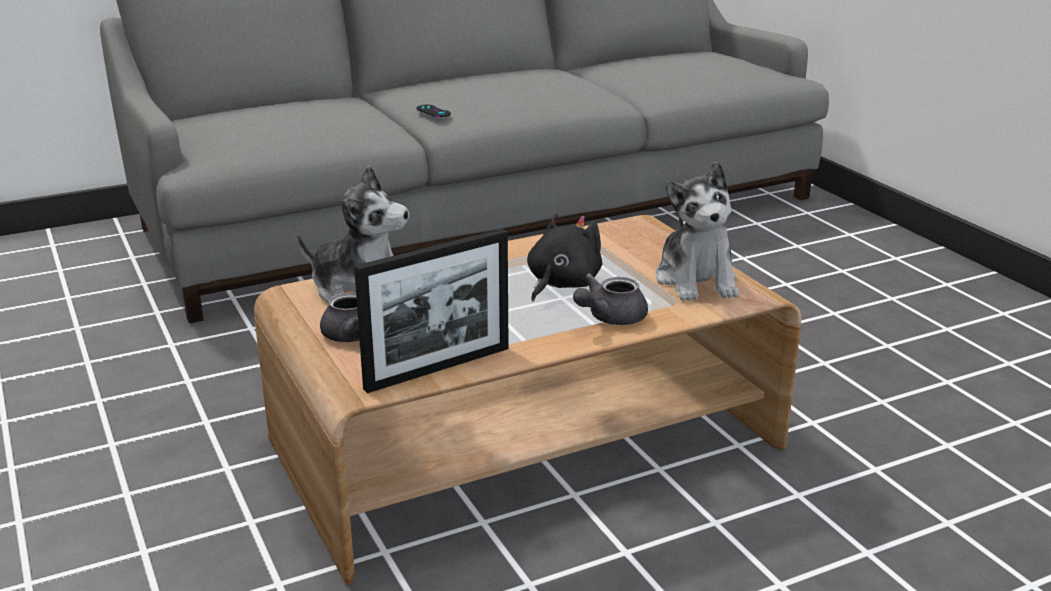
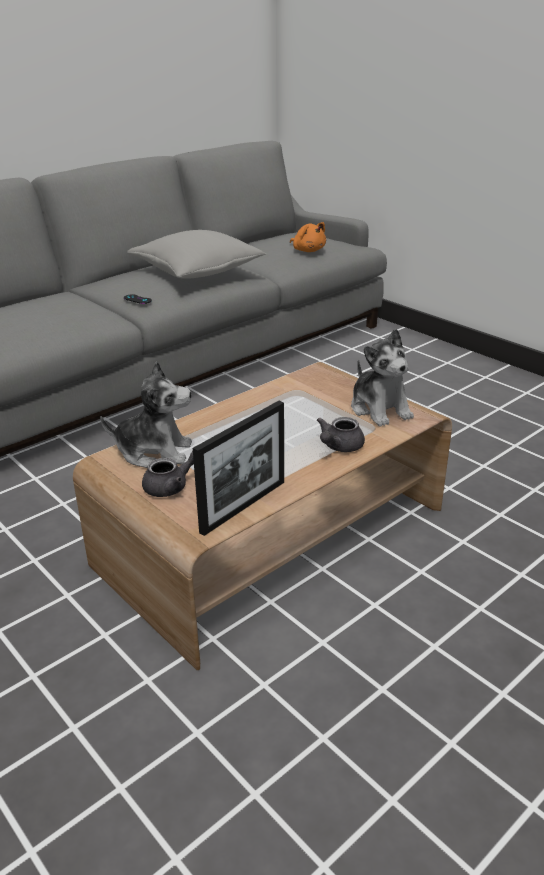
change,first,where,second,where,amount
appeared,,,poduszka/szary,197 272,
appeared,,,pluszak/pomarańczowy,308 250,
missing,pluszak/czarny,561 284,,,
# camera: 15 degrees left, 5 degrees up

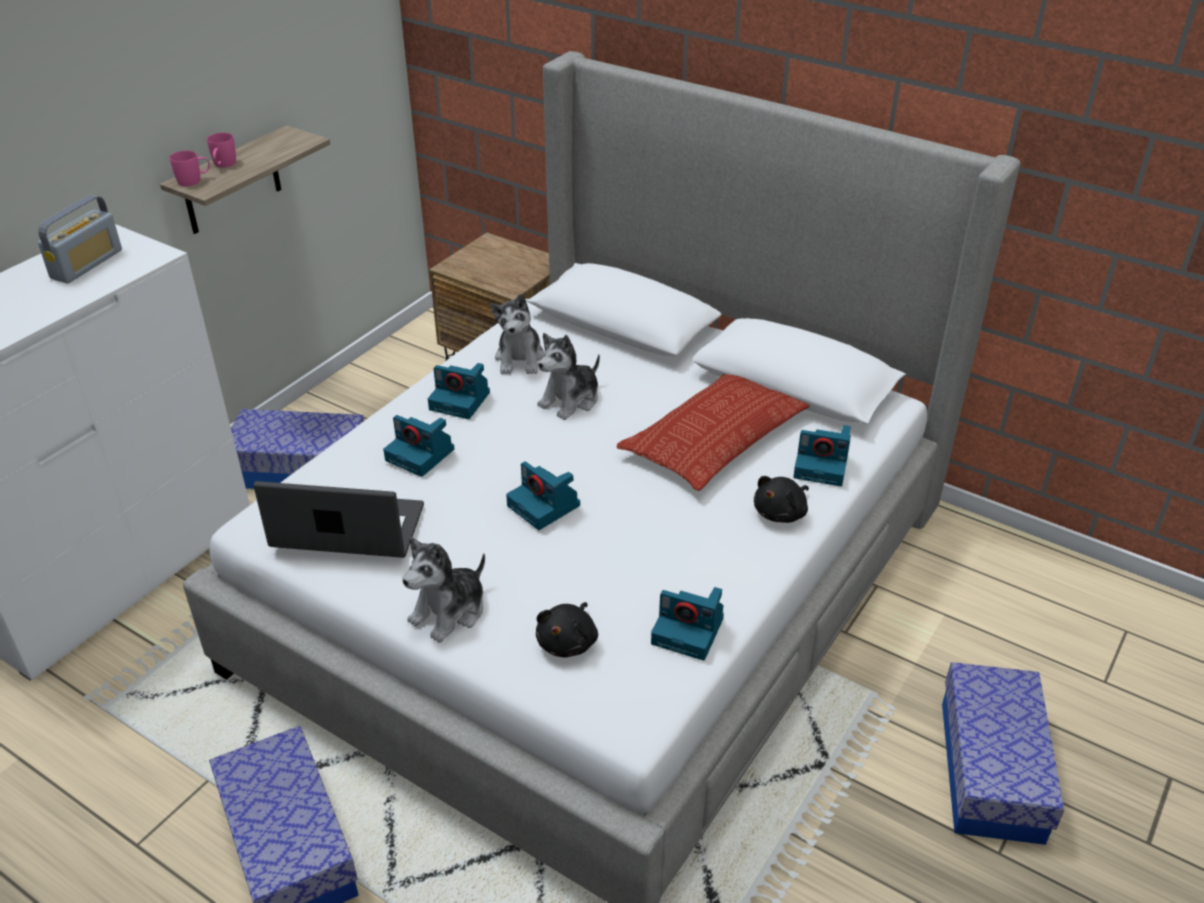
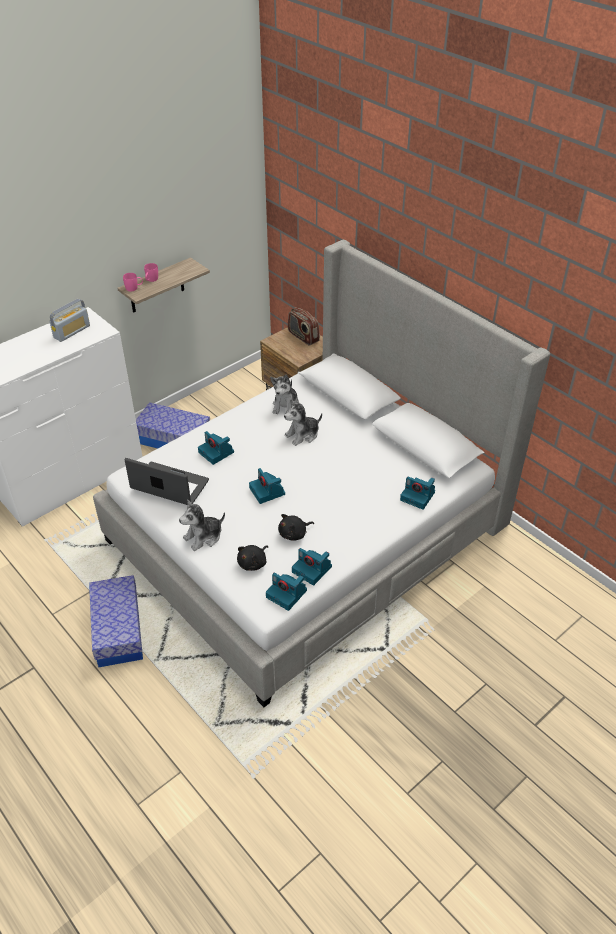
change,first,where,second,where,amount
relocated,aparat fotograficzny,461 401,,287 594,
relocated,pluszak/czarny,781 513,,294 534,
appeared,,,radio,303 337,
missing,poduszka,715 437,,,
missing,pojemnik do przechowywania,991 770,,,
# camera: 15 degrees right, 5 degrees up

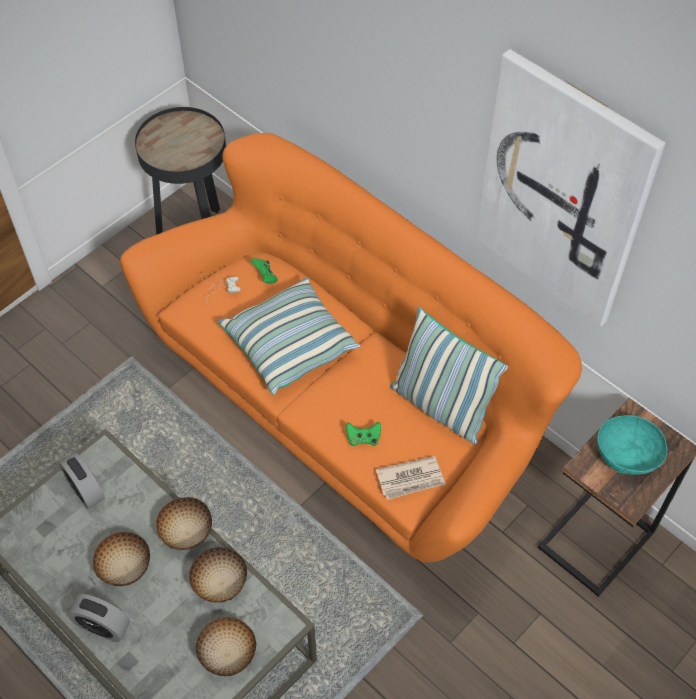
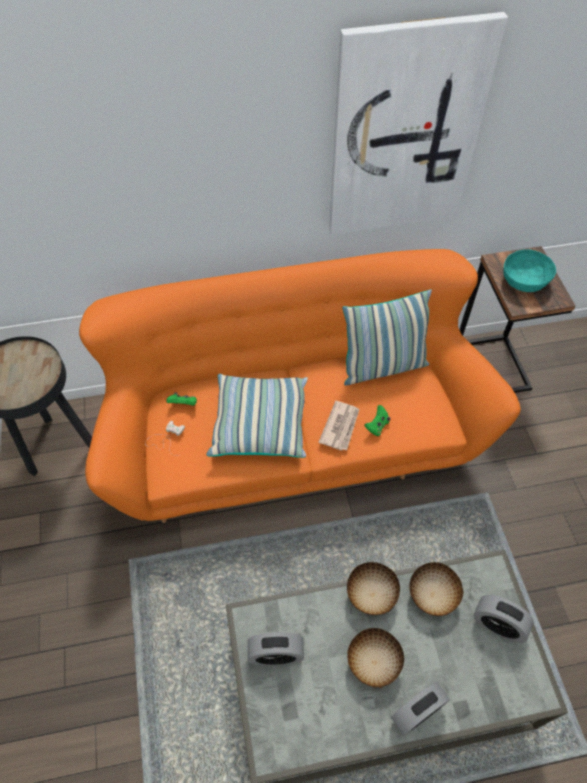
change,first,where,second,where,amount
relocated,gazeta,411 479,,340 427,
exchanged,miska,229 655,budzik,498 624,
# camera: 55 degrees left, 0 degrees up

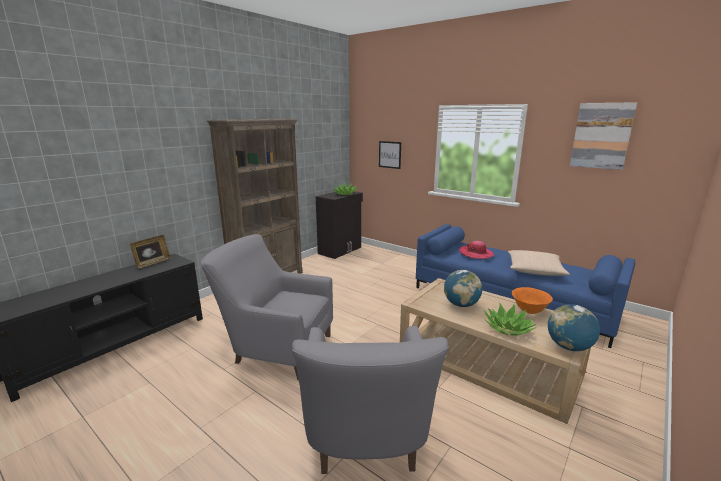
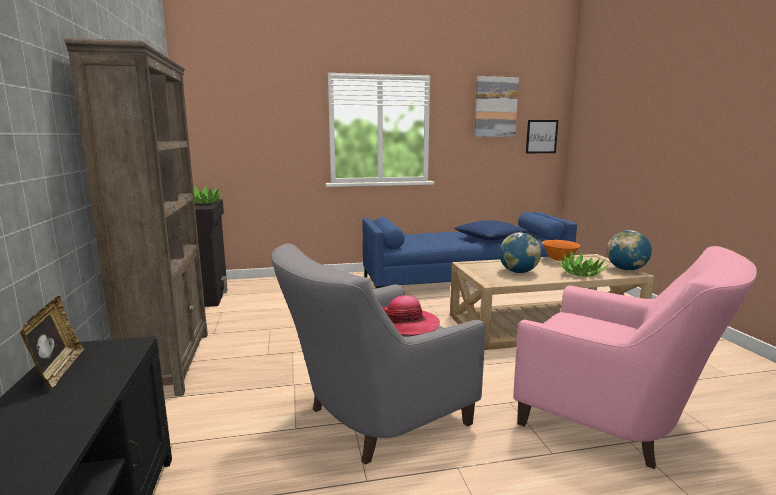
change,first,where,second,where,amount
relocated,kapelusz,476 253,,404 324,
colour,poduszka/beżowy,534 270,poduszka/niebieski,489 238,
colour,fotel/szary,366 440,fotel/różowy,615 422,
relocated,obraz,390 154,,541 136,
# camera: 50 degrees left, 5 degrees down

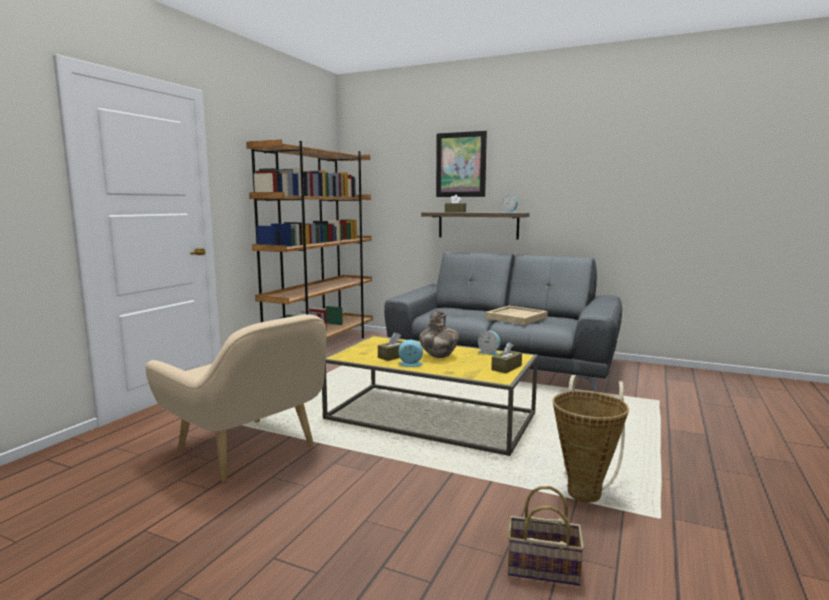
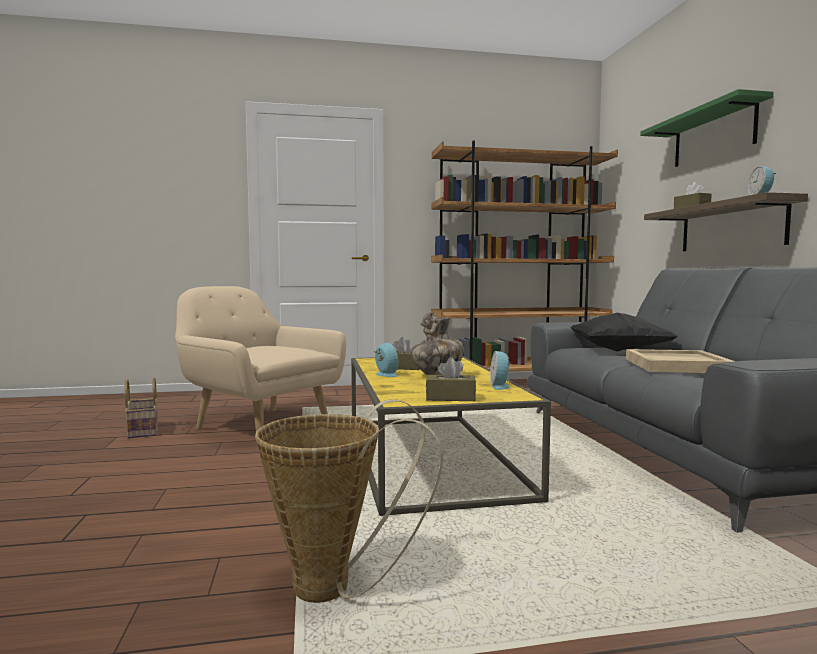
change,first,where,second,where,amount
relocated,koszyk,541 569,,142 430,
spun,fotel/beżowy,249 451,,260 425,120 degrees clockwise
appeared,,,poduszka/czarny,618 350,
exchanged,obraz,461 164,półka/zielony,713 135,
# camera: 55 degrees right, 5 degrees down

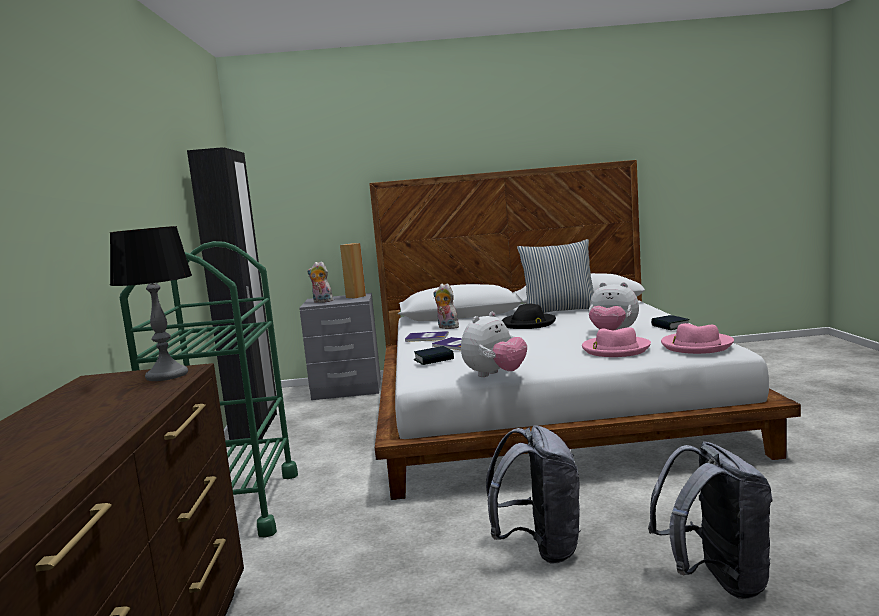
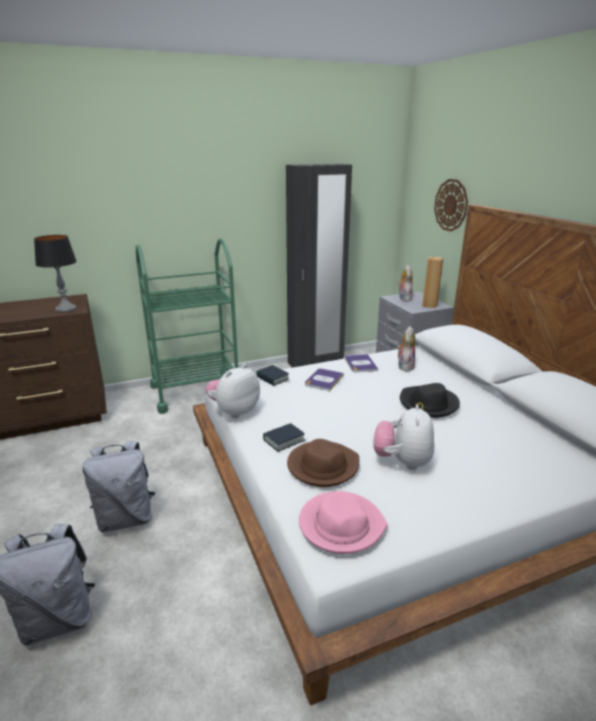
change,first,where,second,where,amount
spun,pluszak,495 375,,234 411,105 degrees clockwise
relocated,książka,670 326,,284 440,
colour,kapelusz/różowy,615 349,kapelusz/brązowy,322 466,
appeared,,,zegar ścienny,451 205,
missing,poduszka,559 311,,,
# camera: 70 degrees right, 15 degrees up

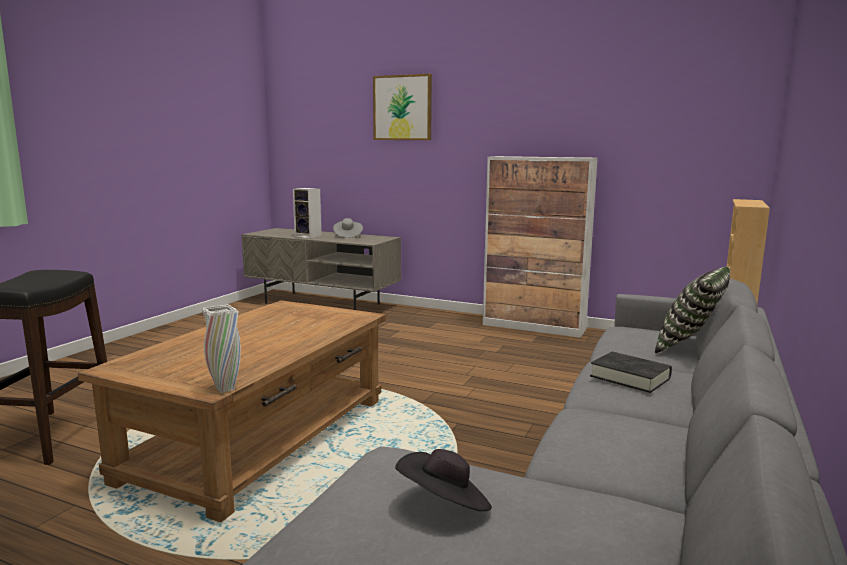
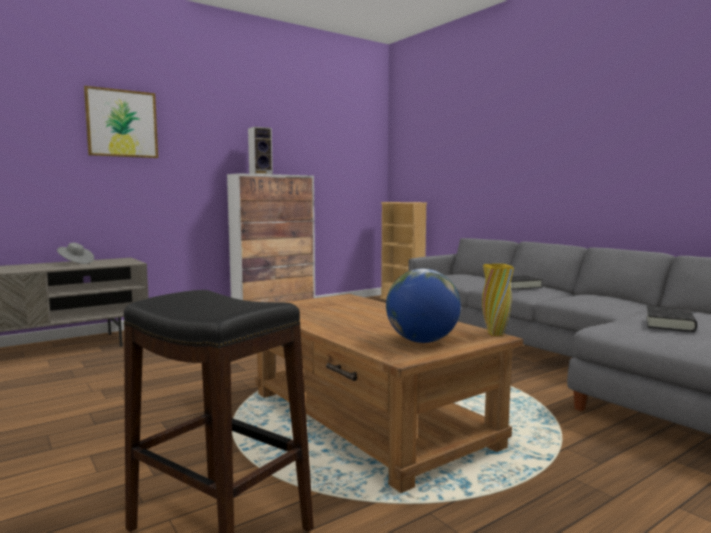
change,first,where,second,where,amount
relocated,głośnik,309 236,,261 174,
appeared,,,globus,422 341,
colour,wazon/biały,225 389,wazon/żółty,495 334,
exchanged,kapelusz/czarny,444 505,książka/czarny,669 324,
missing,poduszka,690 346,,,
# camera: 60 degrees left, 5 degrees down

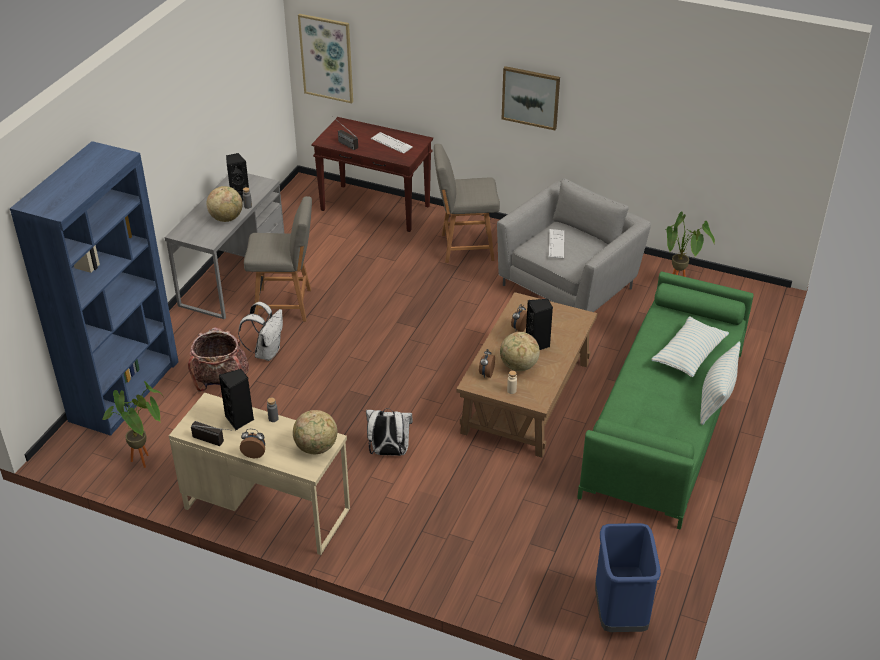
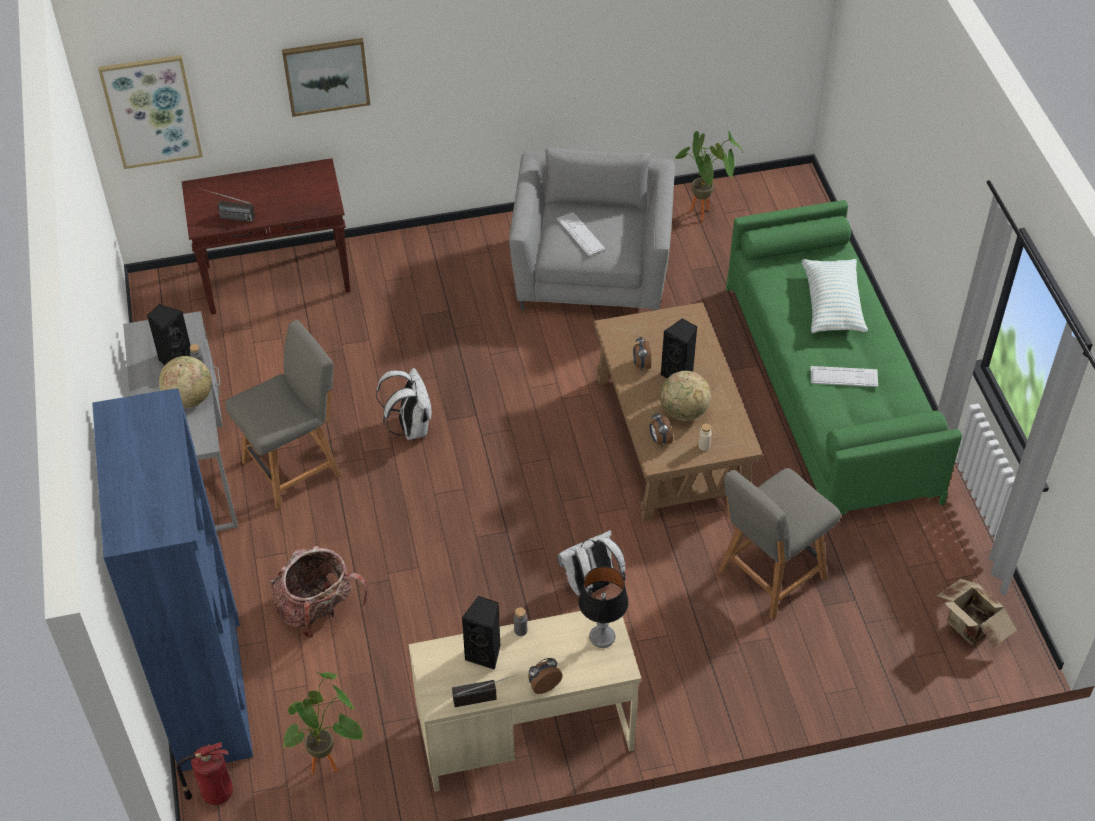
change,first,where,second,where,amount
appeared,,,gaśnica,215 793,
relocated,obraz,530 97,,326 75,
relocated,plecak/biały,266 352,,410 427,
exchanged,globus,316 447,lampa stołowa,602 637,
relocated,krzesło/szary,465 247,,769 576,
relocated,klawiatura,391 143,,844 377,
exchanged,kosz na śmieci/niebieski,620 614,karton,969 628,
missing,poduszka,716 398,,,
# camera: 35 degrees left, 10 degrees up

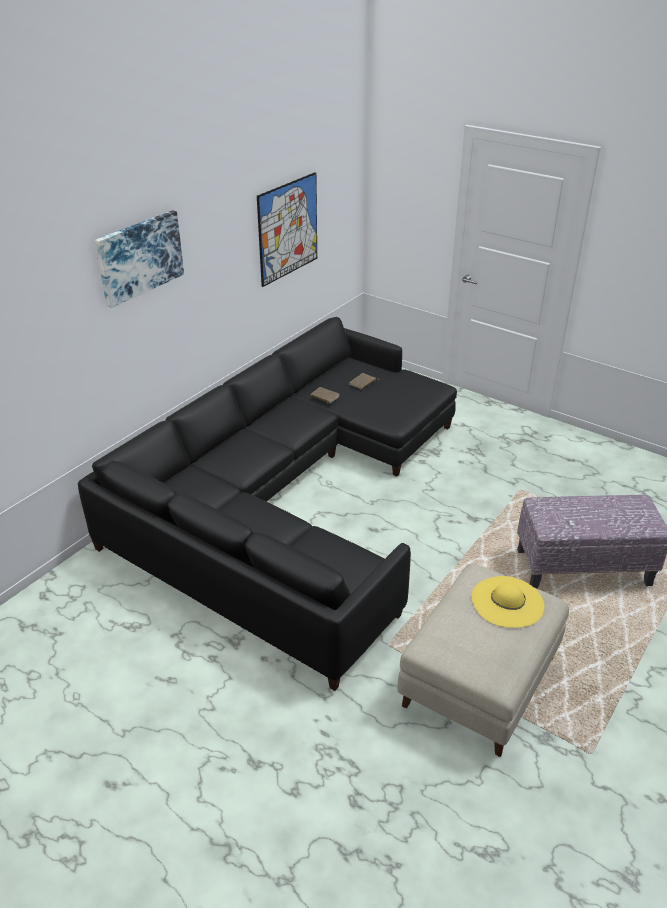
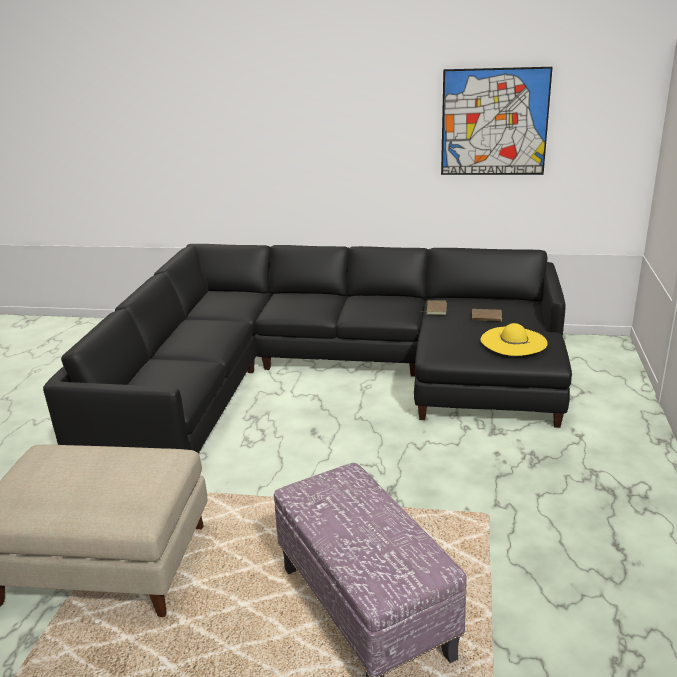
change,first,where,second,where,amount
relocated,kapelusz/żółty,507 602,,513 341,
missing,obraz,139 257,,,
# camera: 65 degrees right, 10 degrees down

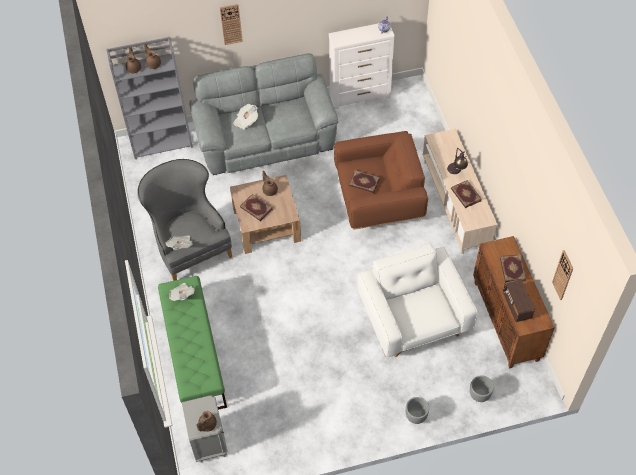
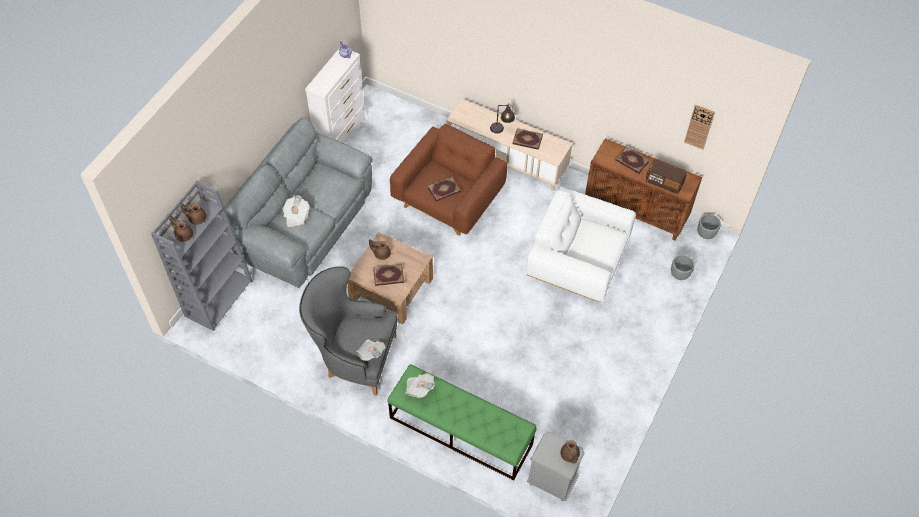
change,first,where,second,where,amount
relocated,donica/szary,416 417,,706 234,
missing,zegar ścienny,231 24,,,
# camera: 50 degrees left, 0 degrees up

